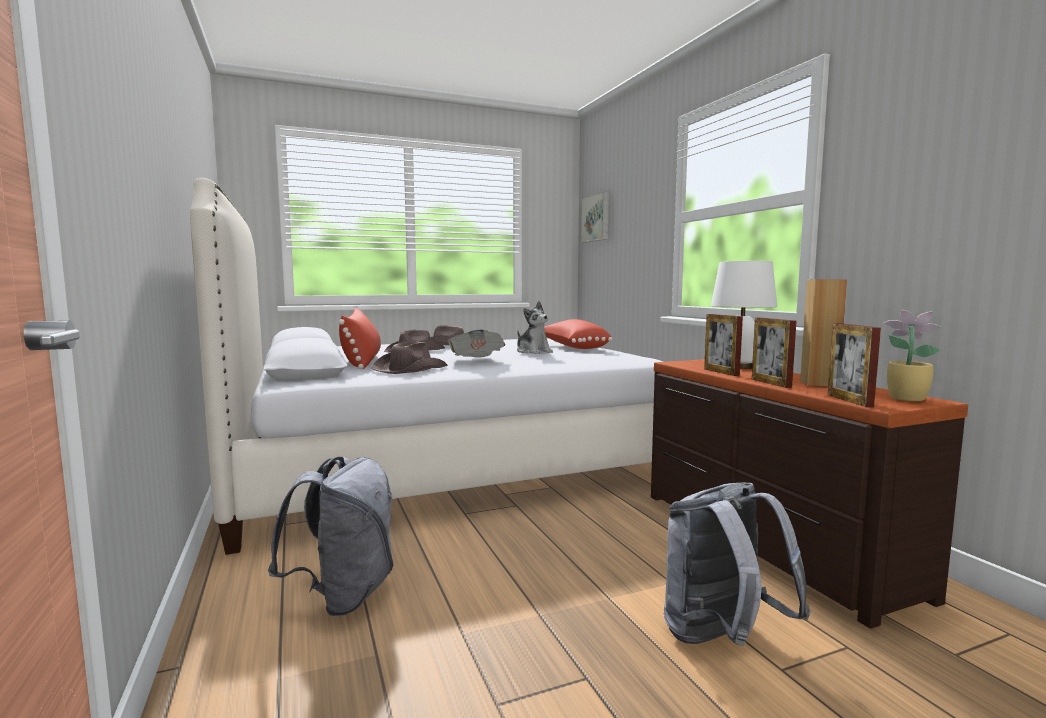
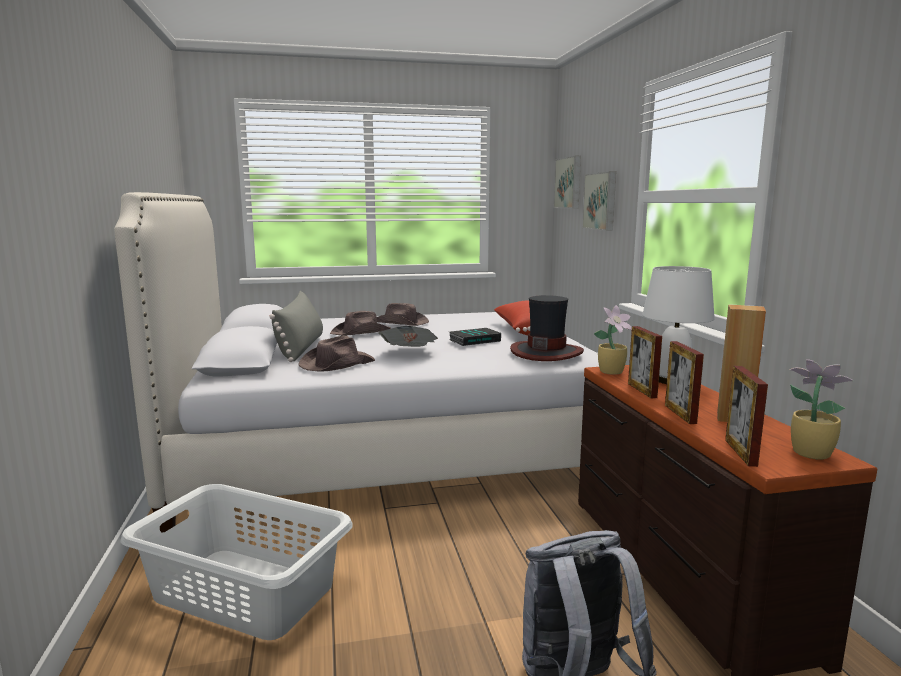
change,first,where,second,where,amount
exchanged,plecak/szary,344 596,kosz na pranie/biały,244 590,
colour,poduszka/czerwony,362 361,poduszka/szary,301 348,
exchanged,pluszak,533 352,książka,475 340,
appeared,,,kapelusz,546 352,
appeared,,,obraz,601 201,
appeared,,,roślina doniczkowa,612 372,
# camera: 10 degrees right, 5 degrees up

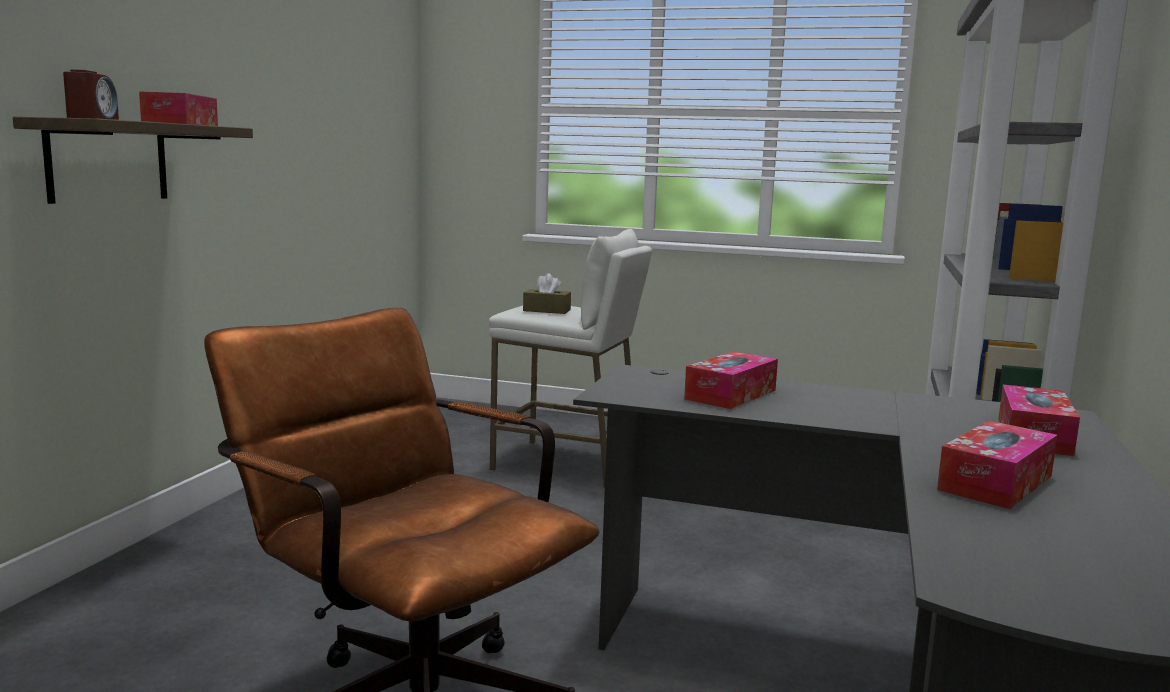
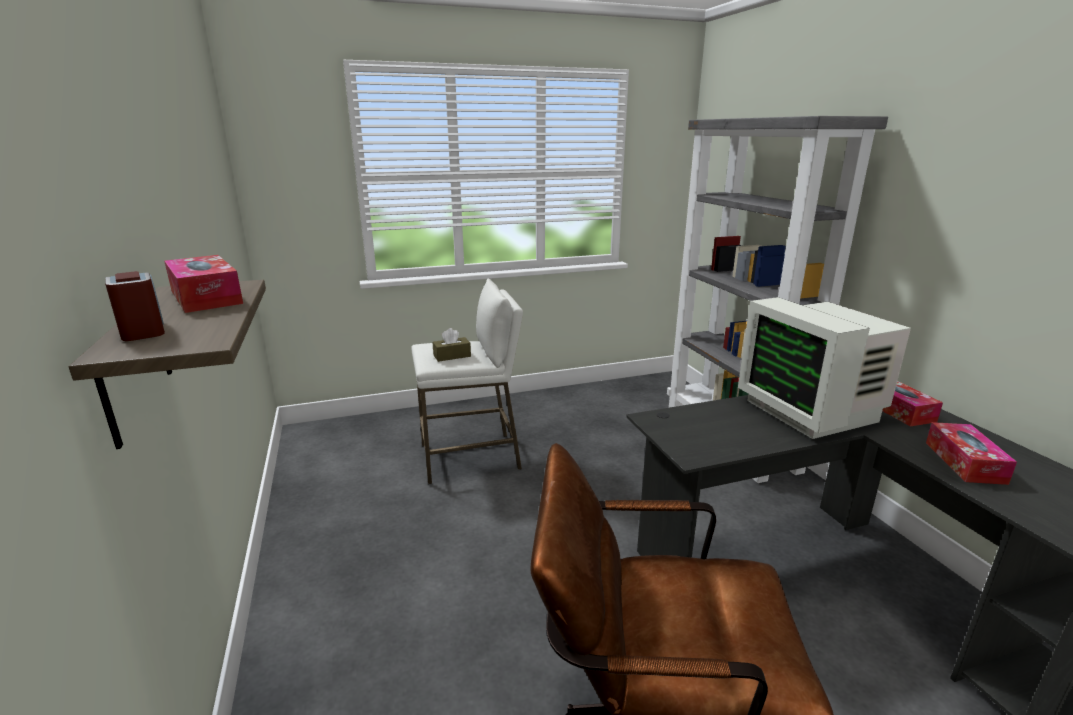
change,first,where,second,where,amount
appeared,,,monitor,811 410,
missing,pudełko chusteczek,730 394,,,
# camera: 35 degrees left, 10 degrees up

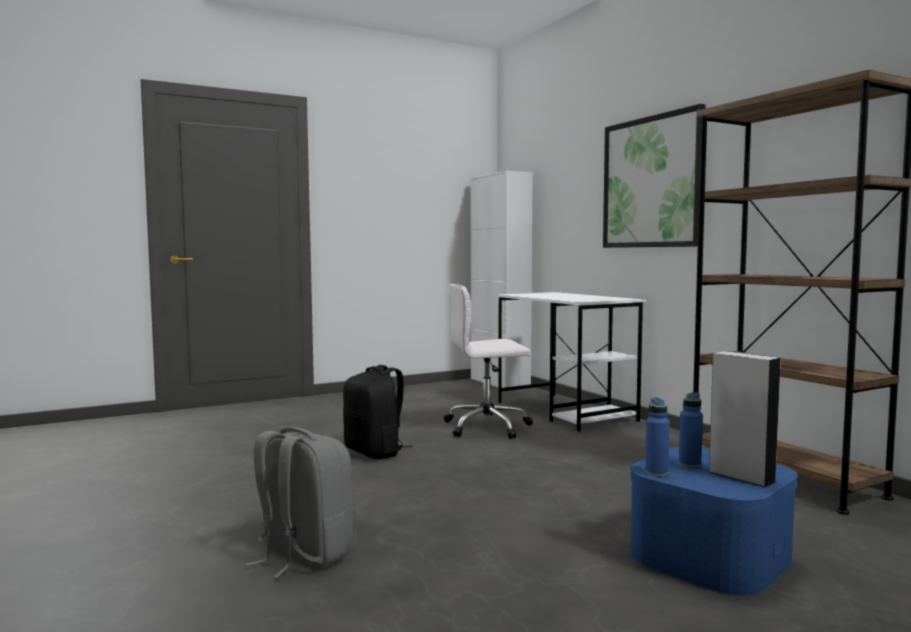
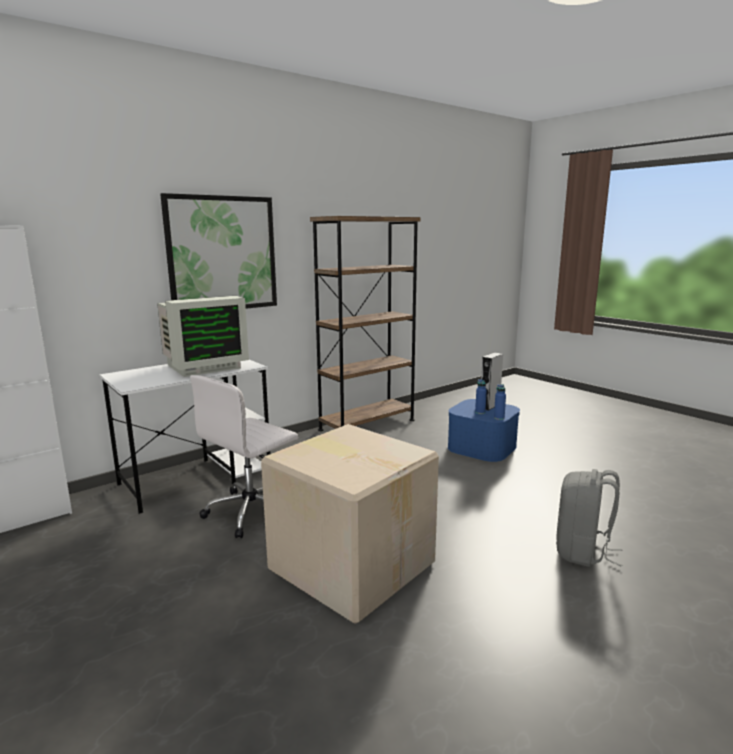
change,first,where,second,where,amount
appeared,,,monitor,203 366,
spun,krzesło biurowe/biały,488 427,,252 511,60 degrees clockwise
exchanged,plecak/czarny,375 452,karton,352 564,
# camera: 100 degrees left, 10 degrees up

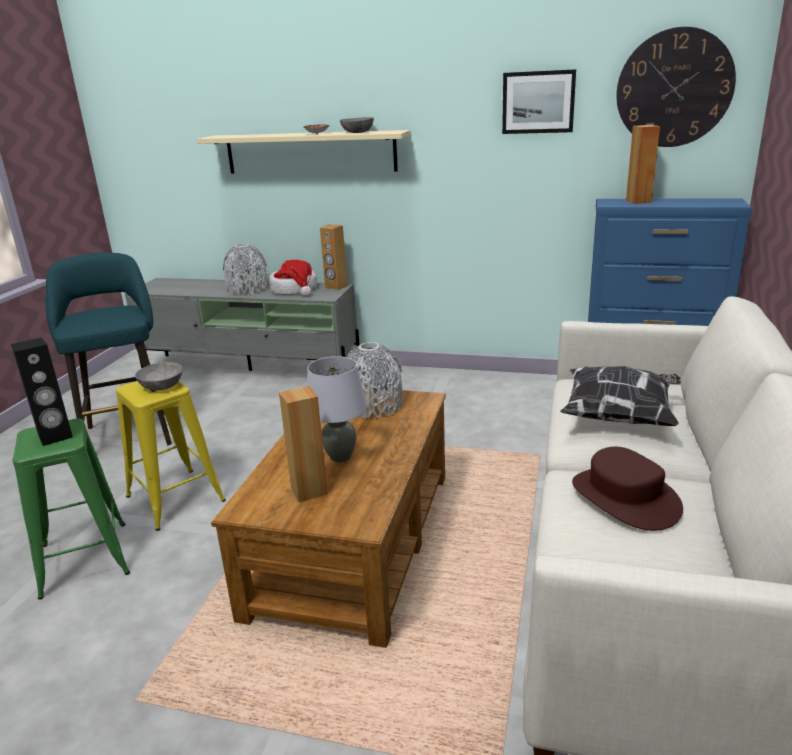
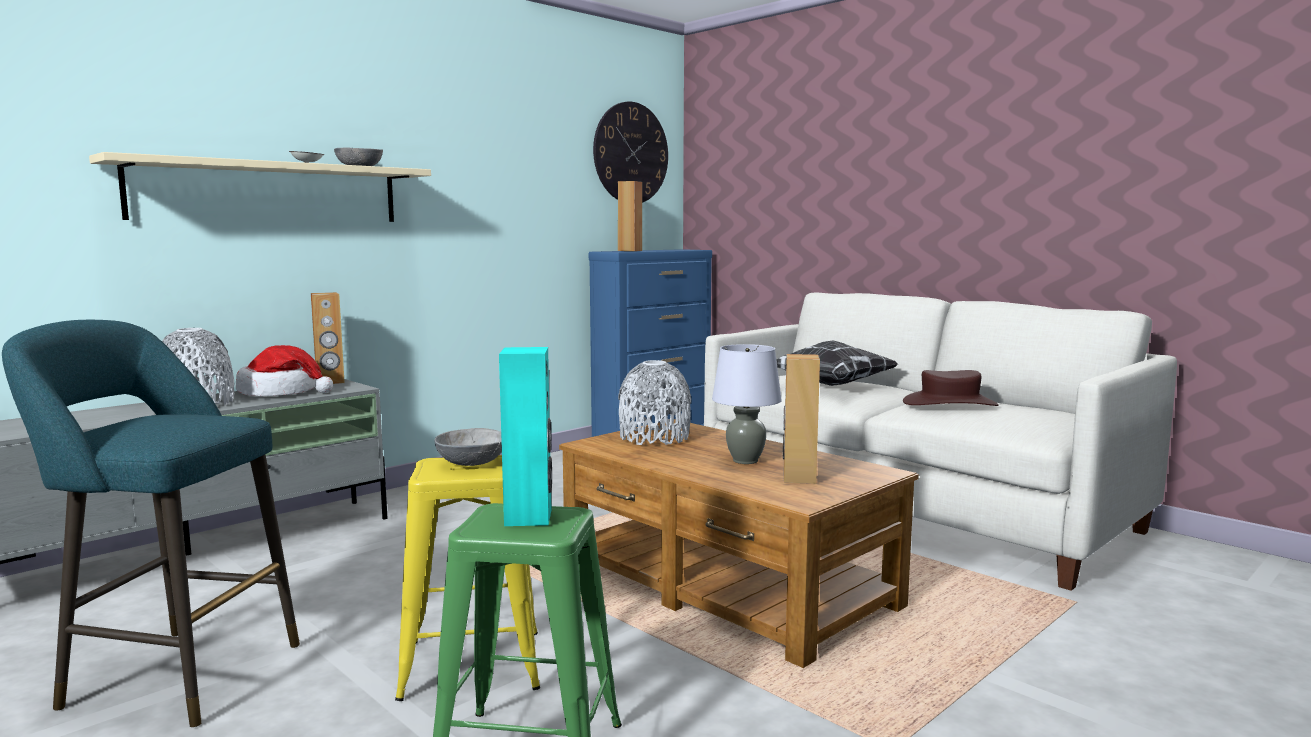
change,first,where,second,where,amount
colour,głośnik/czarny,55 437,głośnik/turkusowy,529 517,
missing,obraz,538 102,,,
# camera: 60 degrees left, 15 degrees down

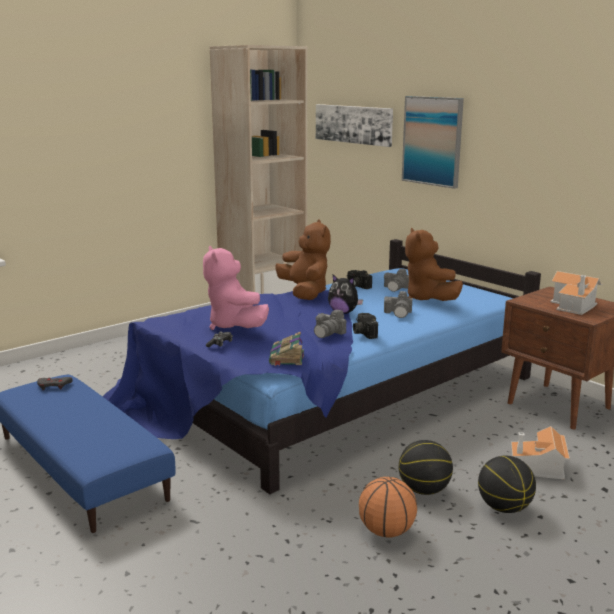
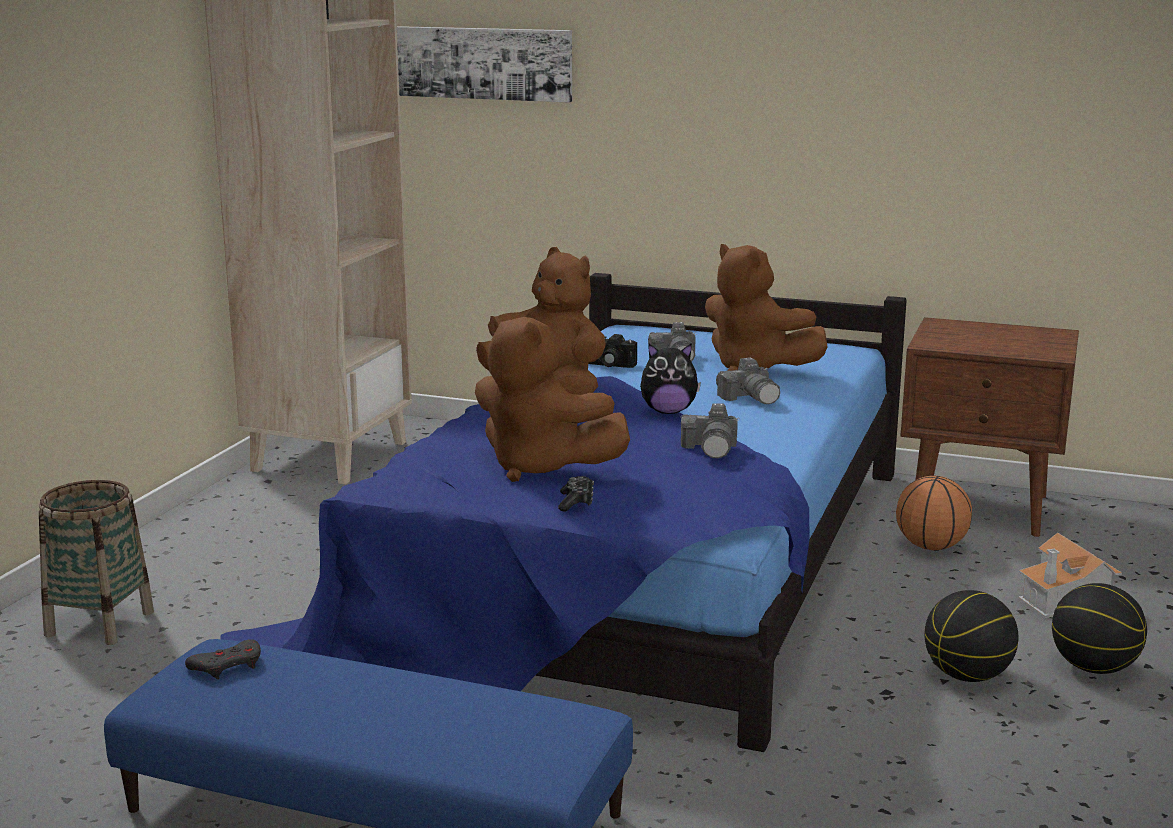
change,first,where,second,where,amount
appeared,,,koszyk,100 623,
colour,pluszak/różowy,234 326,pluszak/brązowy,541 467,
relocated,piłka do koszykówki,386 531,,931 547,
missing,książka,286 358,,,
missing,aparat fotograficzny,363 333,,,
missing,obraz,432 141,,,
missing,domek,574 305,,,
# camera: 30 degrees left, 0 degrees up

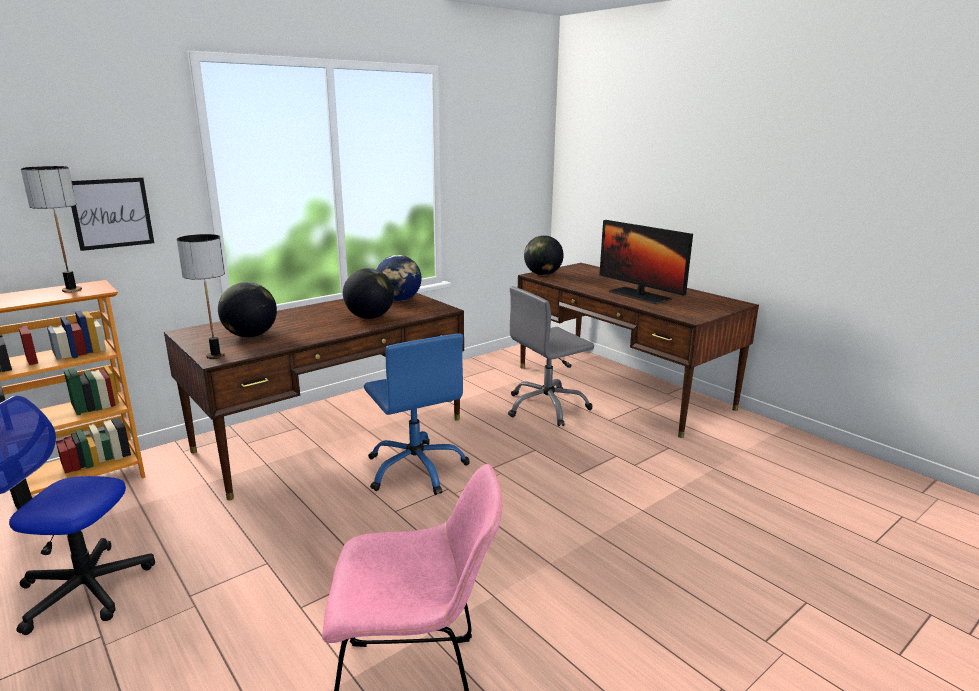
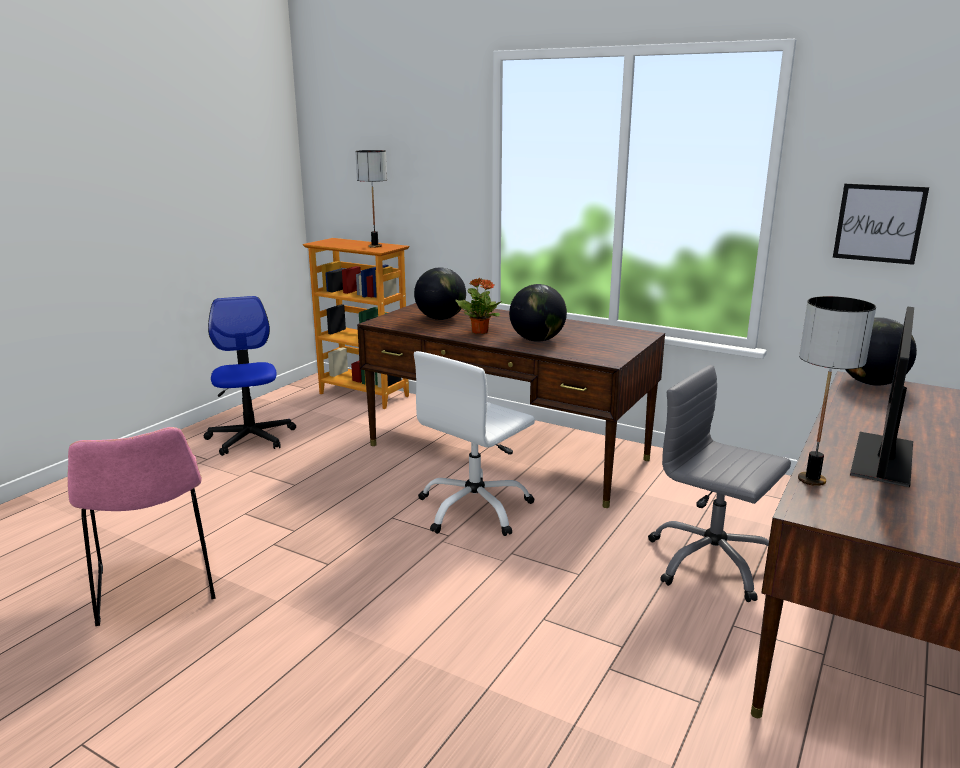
change,first,where,second,where,amount
colour,krzesło biurowe/niebieski,416 469,krzesło biurowe/biały,475 509,
appeared,,,roślina doniczkowa,479 331,
relocated,lampa stołowa,215 356,,811 480,
relocated,obraz,112 213,,879 223,
missing,globus,399 300,,,
# camera: 70 degrees right, 0 degrees up

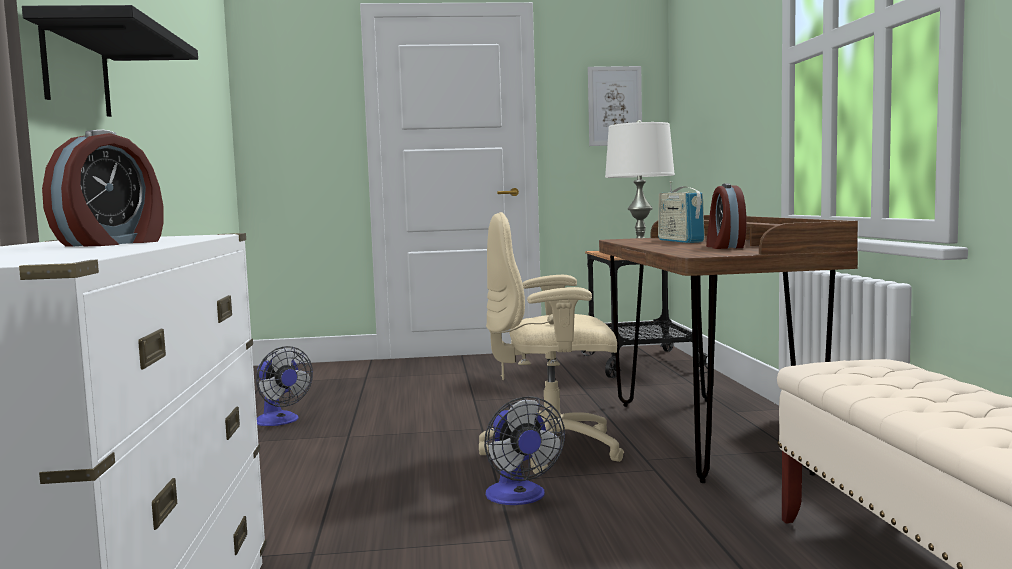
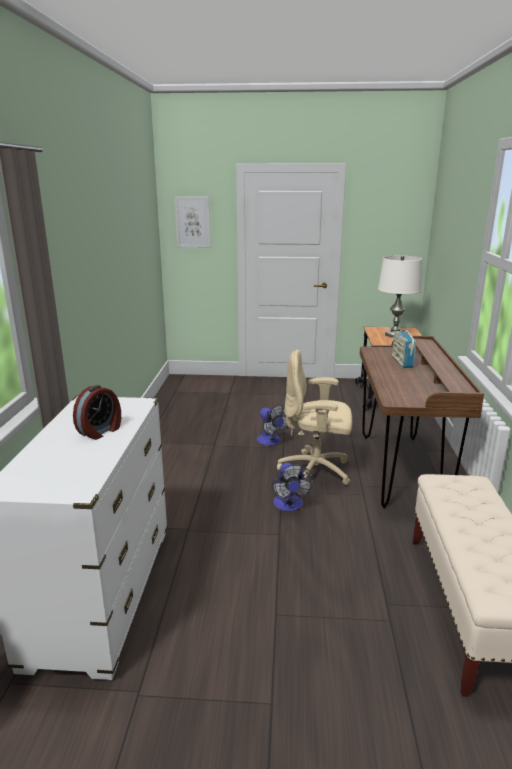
change,first,where,second,where,amount
relocated,obraz,614 106,,192 222,
relocated,wentylator,280 421,,271 441,
missing,półka/czarny,76 70,,,
missing,budzik,724 247,,,
# camera: 10 degrees right, 15 degrees up

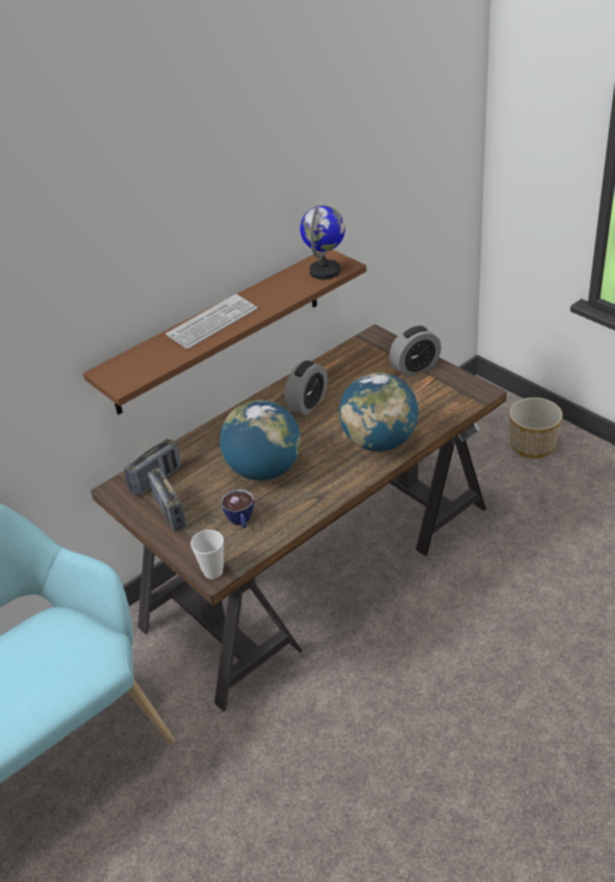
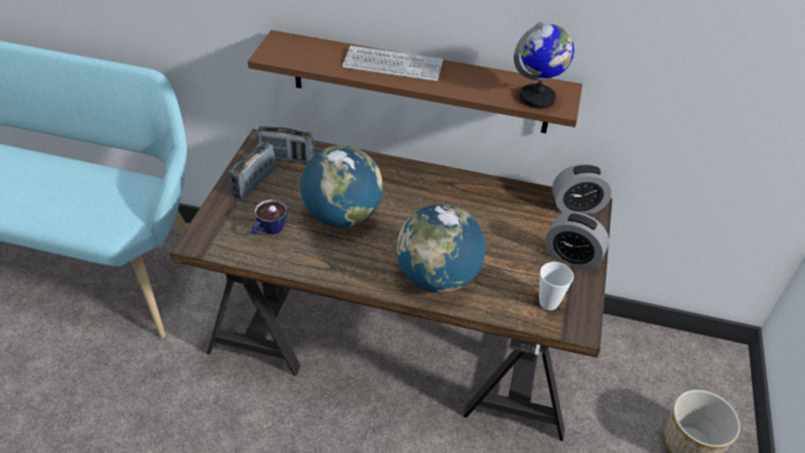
change,first,where,second,where,amount
relocated,filiżanka,213 572,,548 302,
relocated,budzik,307 404,,577 206,
# camera: 50 degrees right, 5 degrees up

